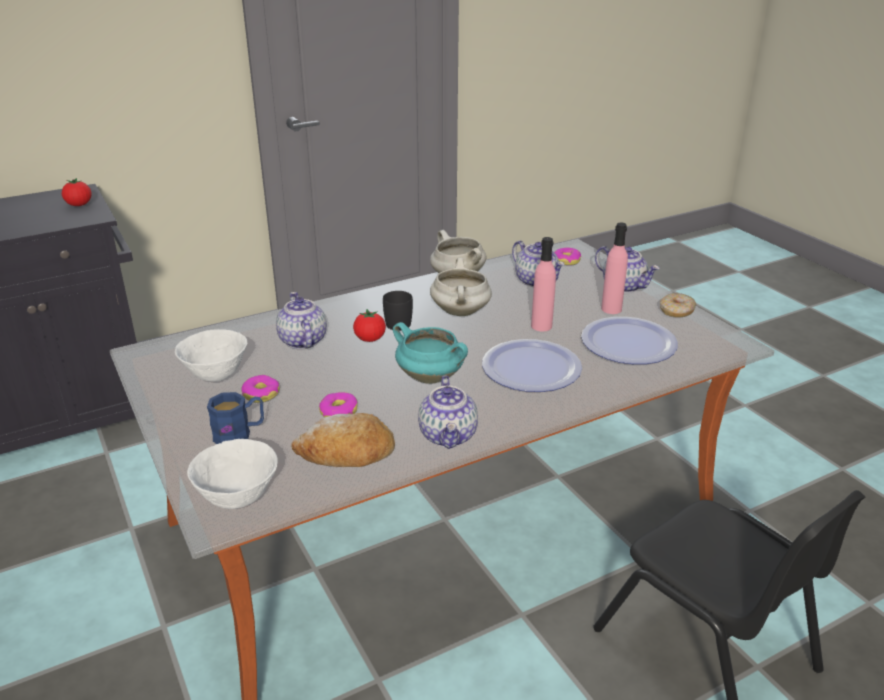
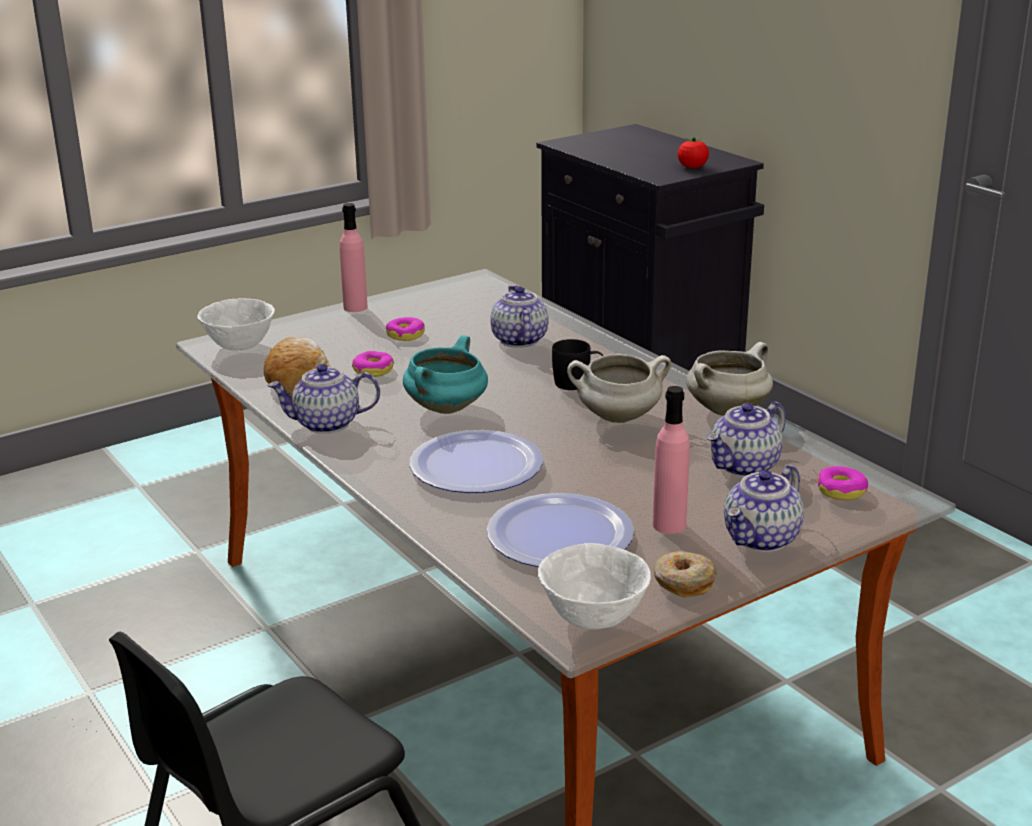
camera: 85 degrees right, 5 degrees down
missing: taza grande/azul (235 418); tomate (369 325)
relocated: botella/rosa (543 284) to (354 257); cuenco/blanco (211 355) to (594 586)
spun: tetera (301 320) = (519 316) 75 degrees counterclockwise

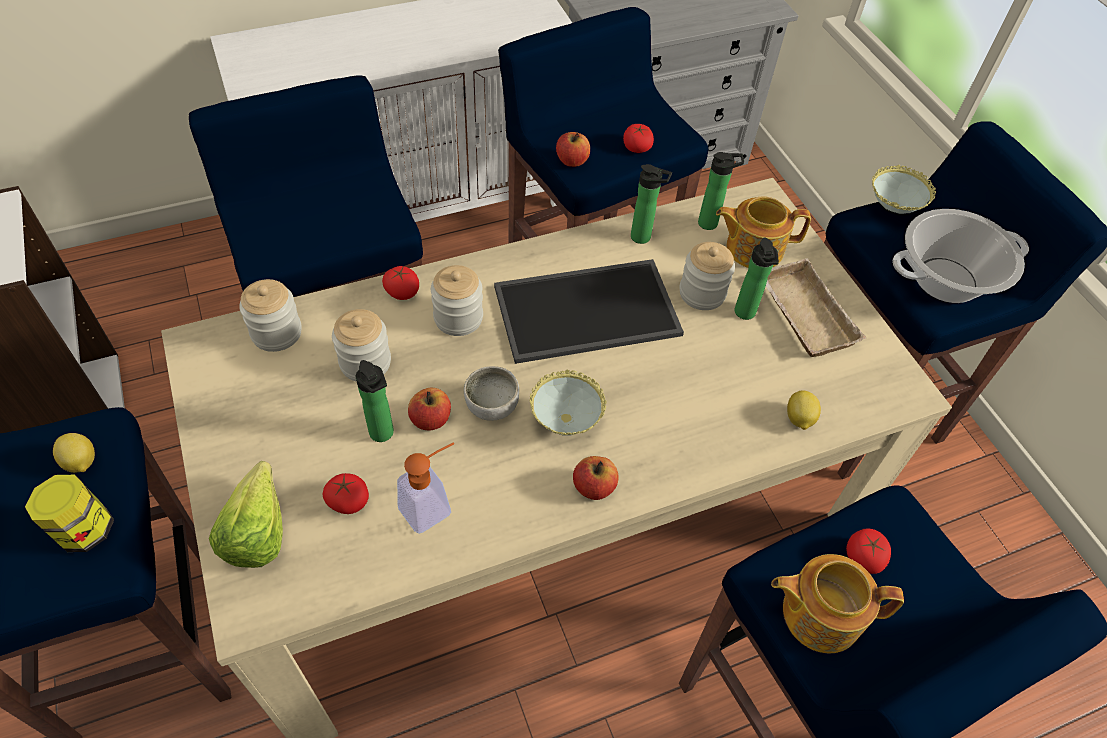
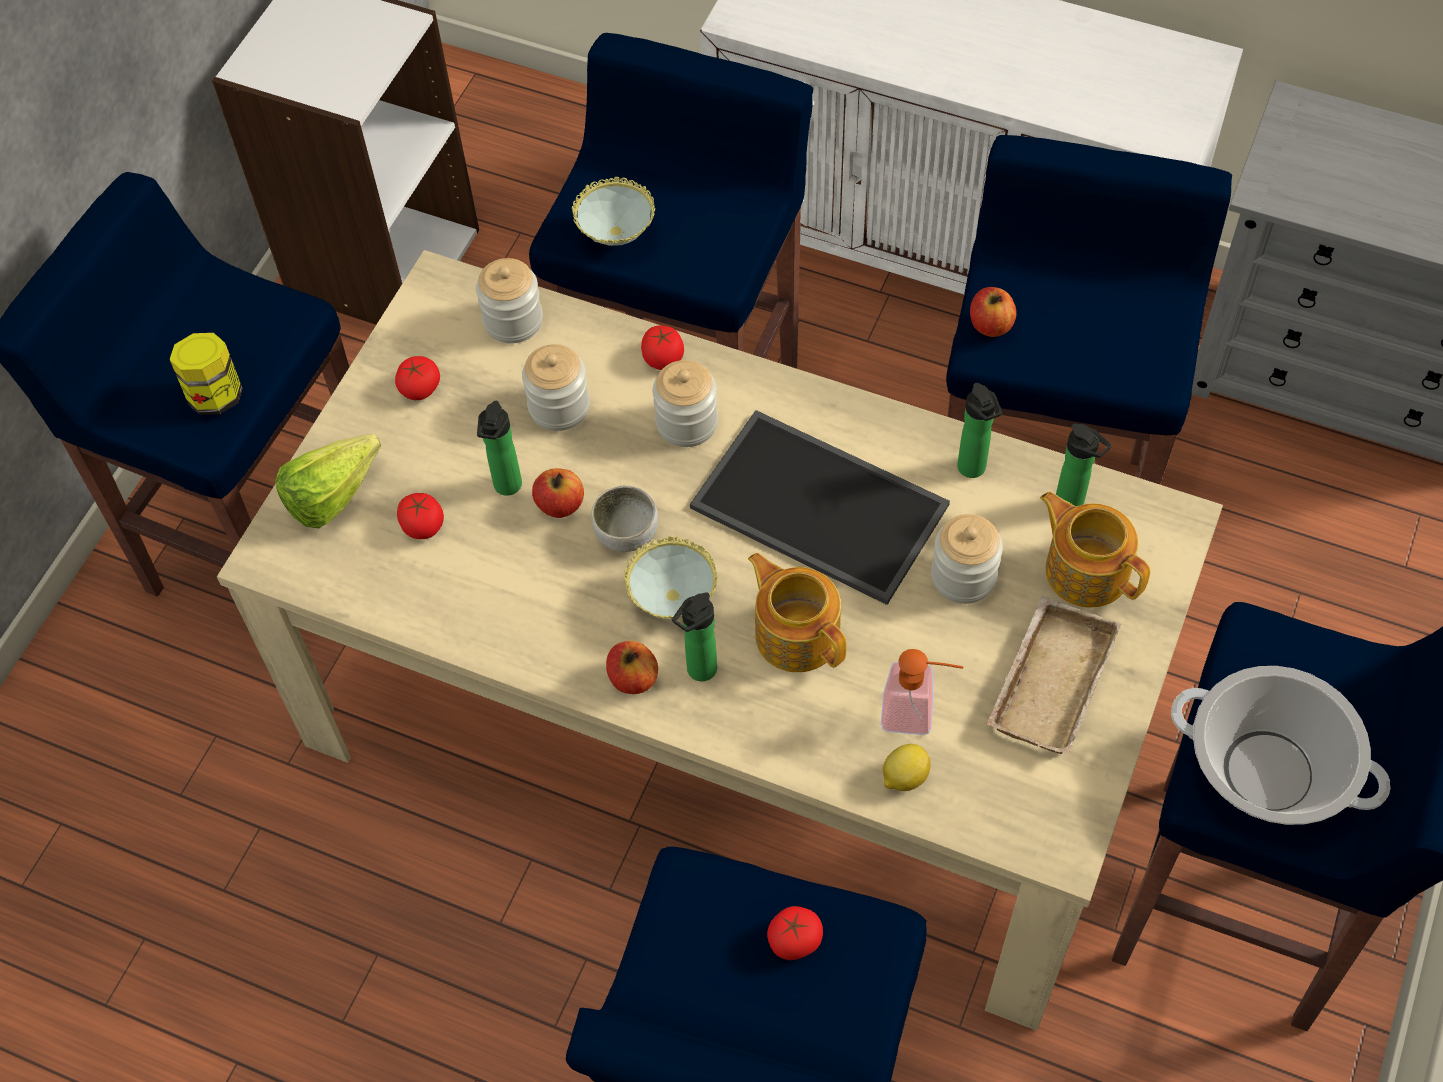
camera: 50 degrees right, 5 degrees up
missing: limón (74 453)
relocated: tomate (638 138) to (417 378); cuenco (904 189) to (613 211); botella (757 278) to (694 636); tetera (837 603) to (797 612); dispensador de jabón (425 488) to (922 692)

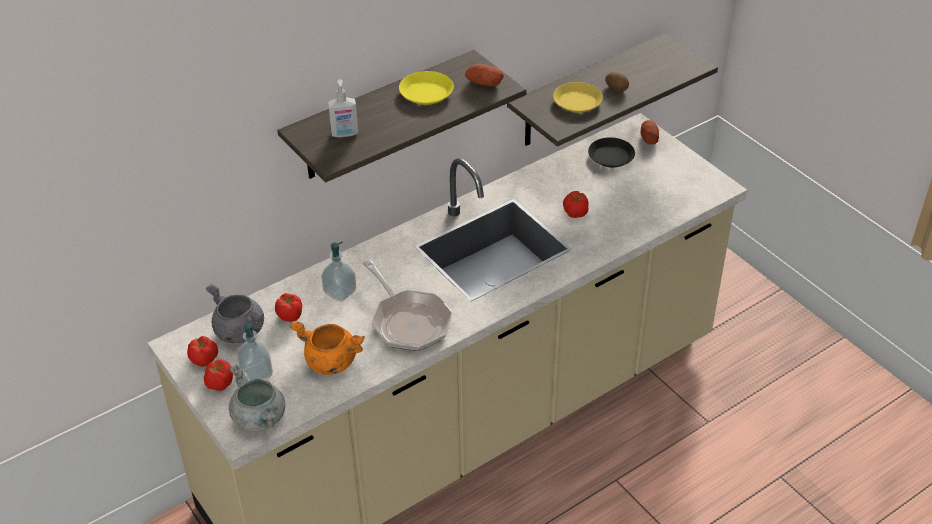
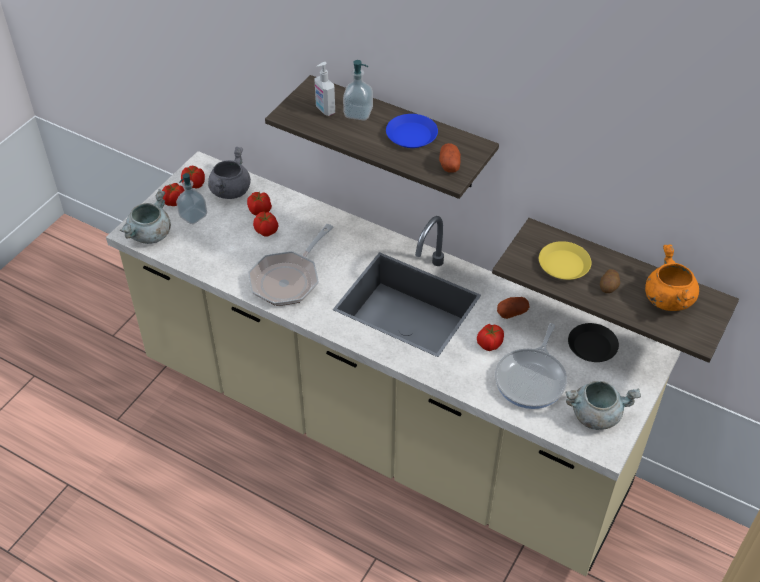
camera: 65 degrees right, 5 degrees up
appeared: tomate (265 224); sartén (531 366); olla/gris (603 405)
relocated: dispensador de jabón (338 272) to (358 90); patata (650 132) to (513 308); olla/naranja (327 348) to (672 277)
colour: plato/amarillo (426 88) to plato/azul (412 131)

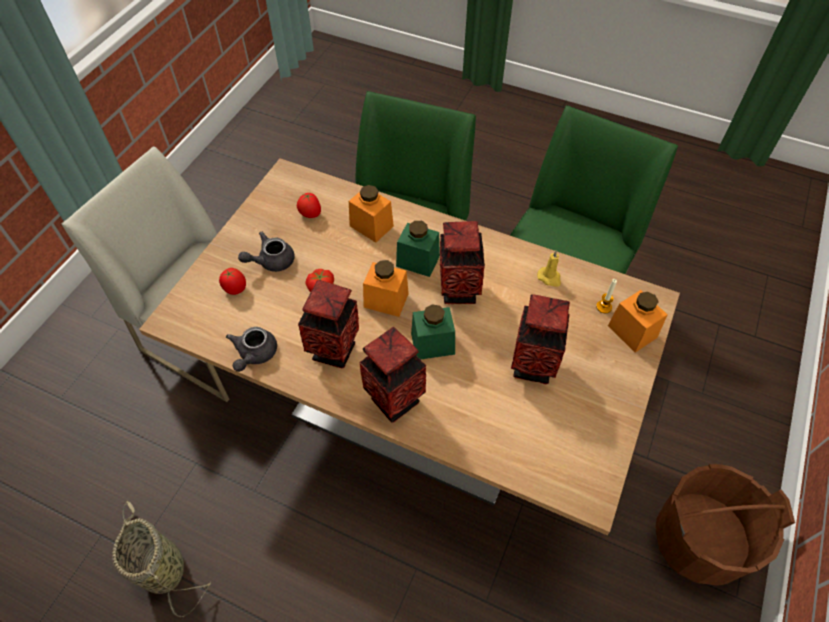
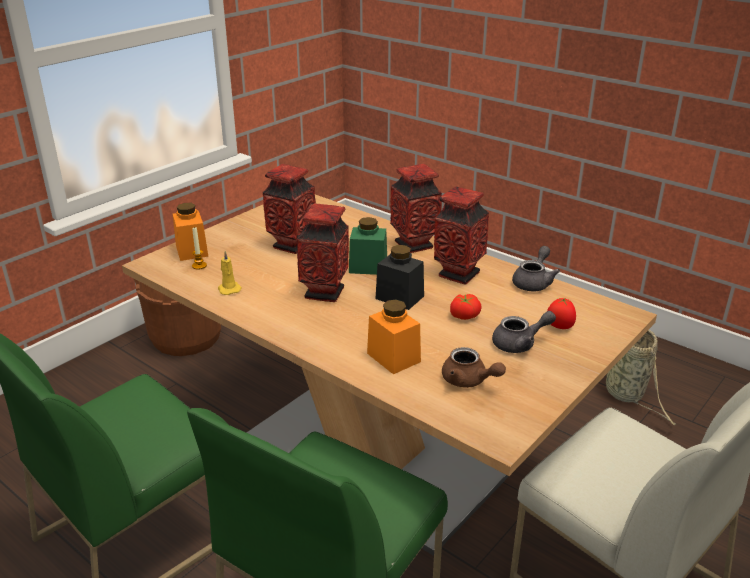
camera: 165 degrees left, 25 degrees down
missing: tarro/verde (418 249)
exchanged: tomate (309 205) to tetera/marrón (474 367)
colour: tarro/naranja (386 288) to tarro/negro (399 277)

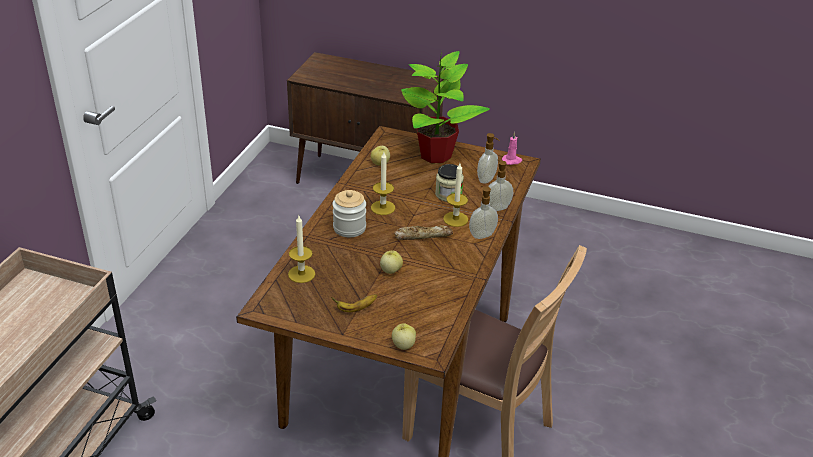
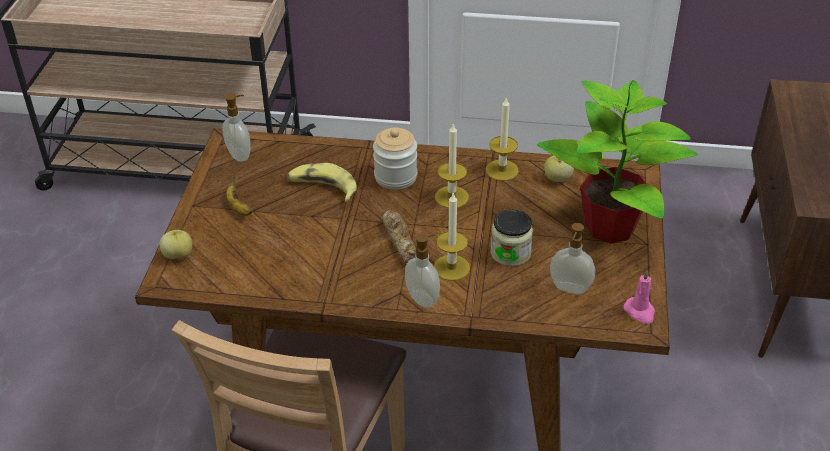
camera: 80 degrees right, 5 degrees up
missing: manzana (391 262)
appeared: plátano (322 182)
relocated: dispensador de jabón (500 185) to (236 128); vela (301 249) to (502 138)

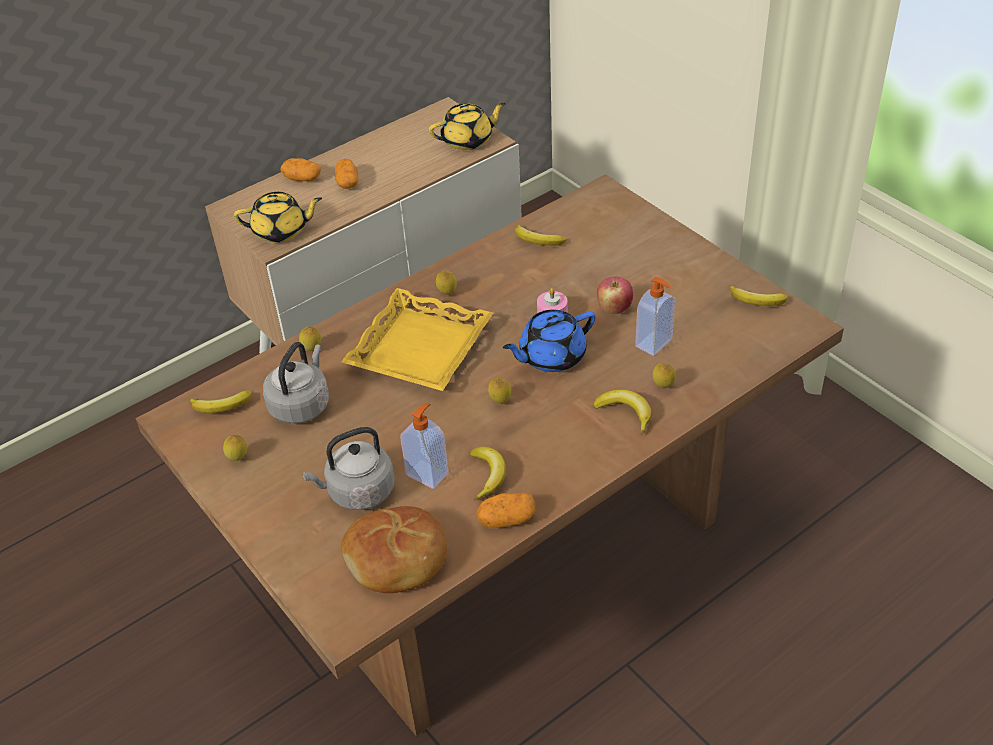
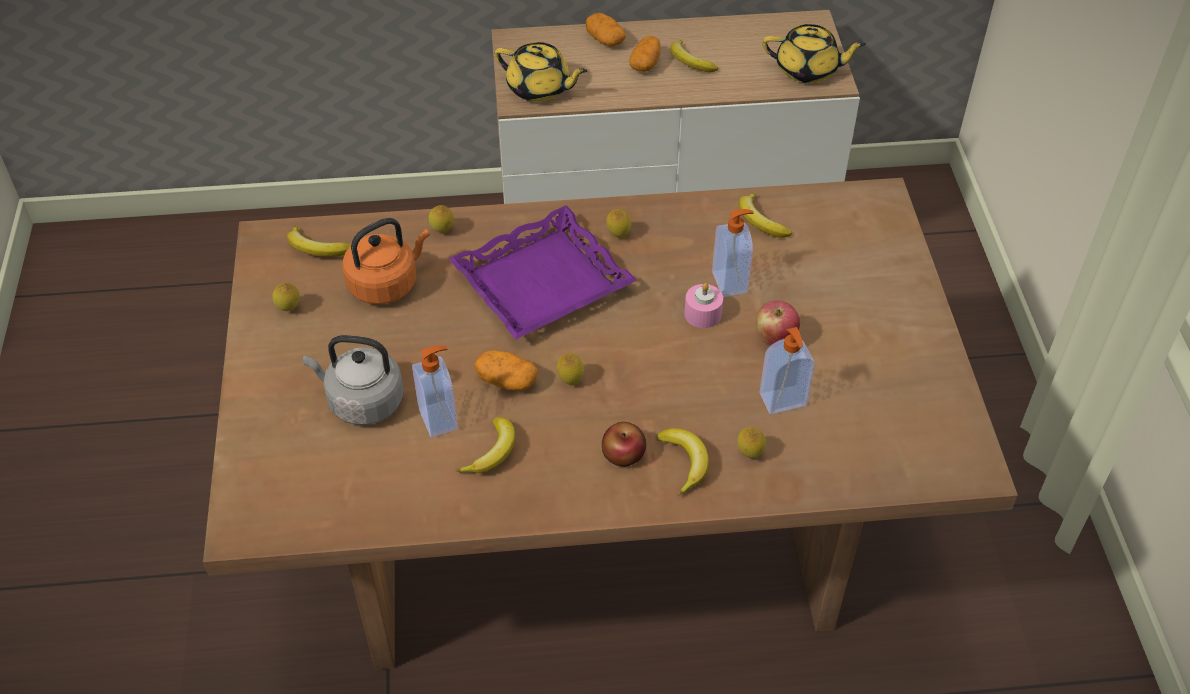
camera: 30 degrees right, 5 degrees up
missing: pan (394 549); tetera/azul (549 341)
appeared: manzana (624 444); dispensador de jabón (733 253)
relocated: patata (506 510) to (506 370); plátano (758 295) to (694 56)
colour: hervidor/gris (296 383) to hervidor/naranja (386 261); bandeja/amarillo (417 339) to bandeja/morado (542 272)

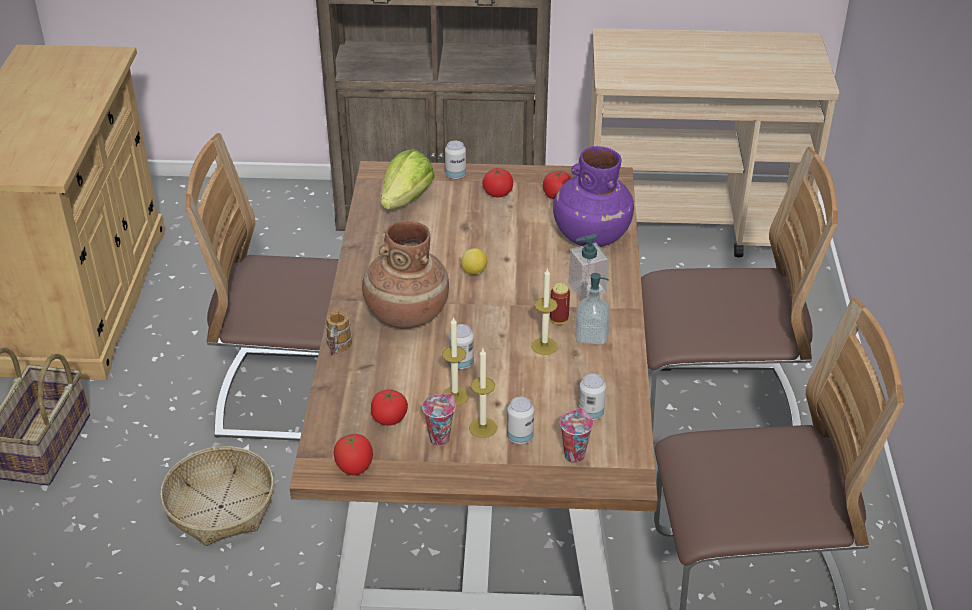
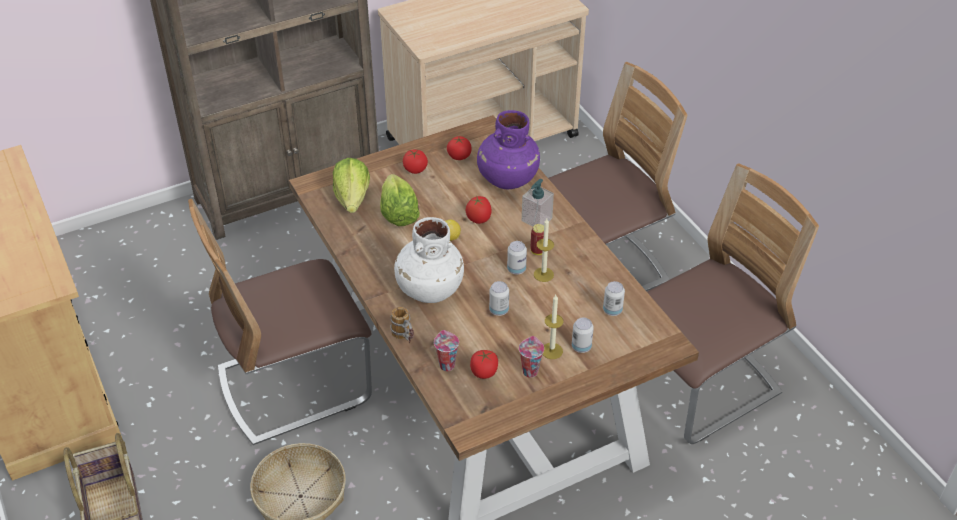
camera: 30 degrees left, 5 degrees up
missing: vela (455 361); dispensador de jabón (592 309)
appeared: lechuga (400 200)
relocated: taza (576 435) to (446 350); tomate (353 454) to (479 209); lata (455 160) to (517 258)
colour: florero/marrón (405 274) to florero/blanco (429 260)

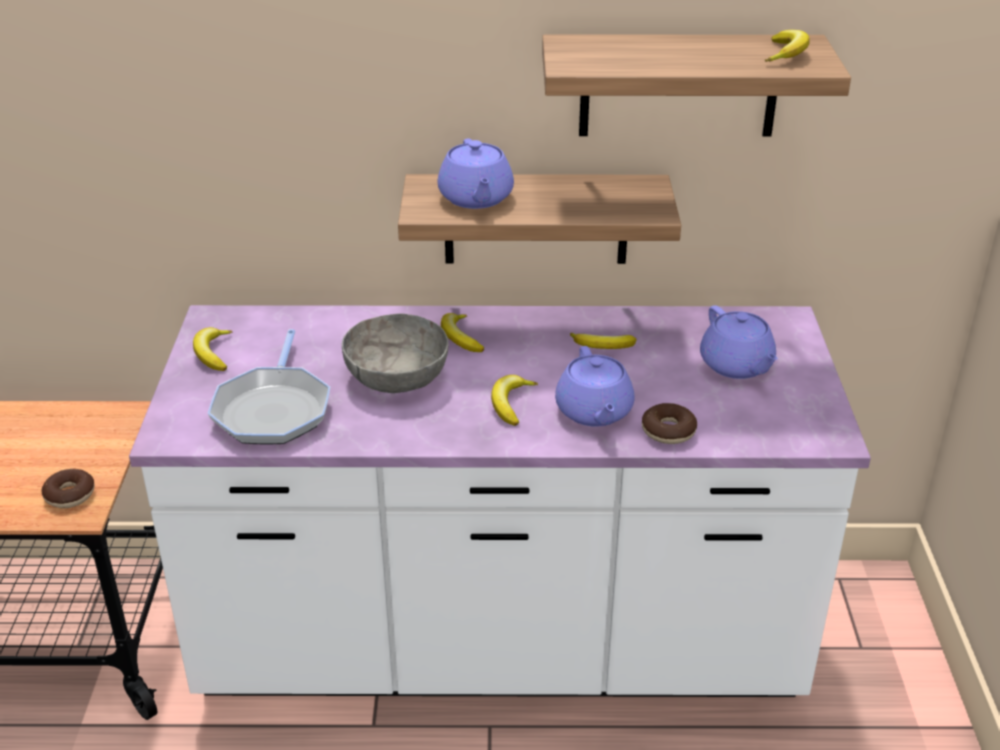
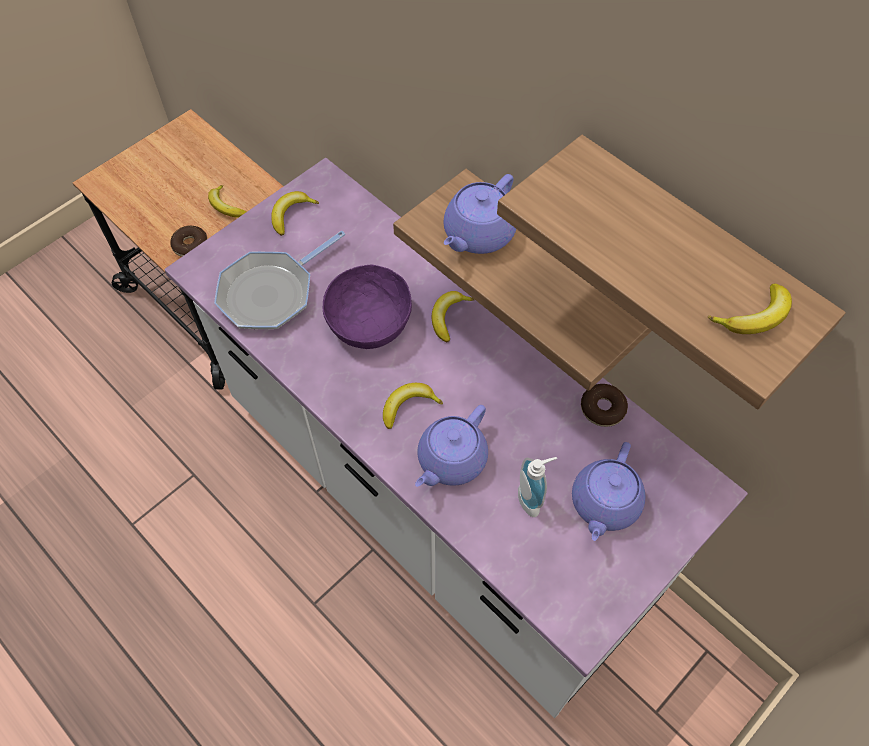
camera: 45 degrees right, 25 degrees up
appeared: dispensador de jabón (537 487)
relocated: plátano (603 341) to (227 201); rosquilla (669 423) to (604 405)
colour: cuenco/gris (395 353) to cuenco/morado (367 306)

